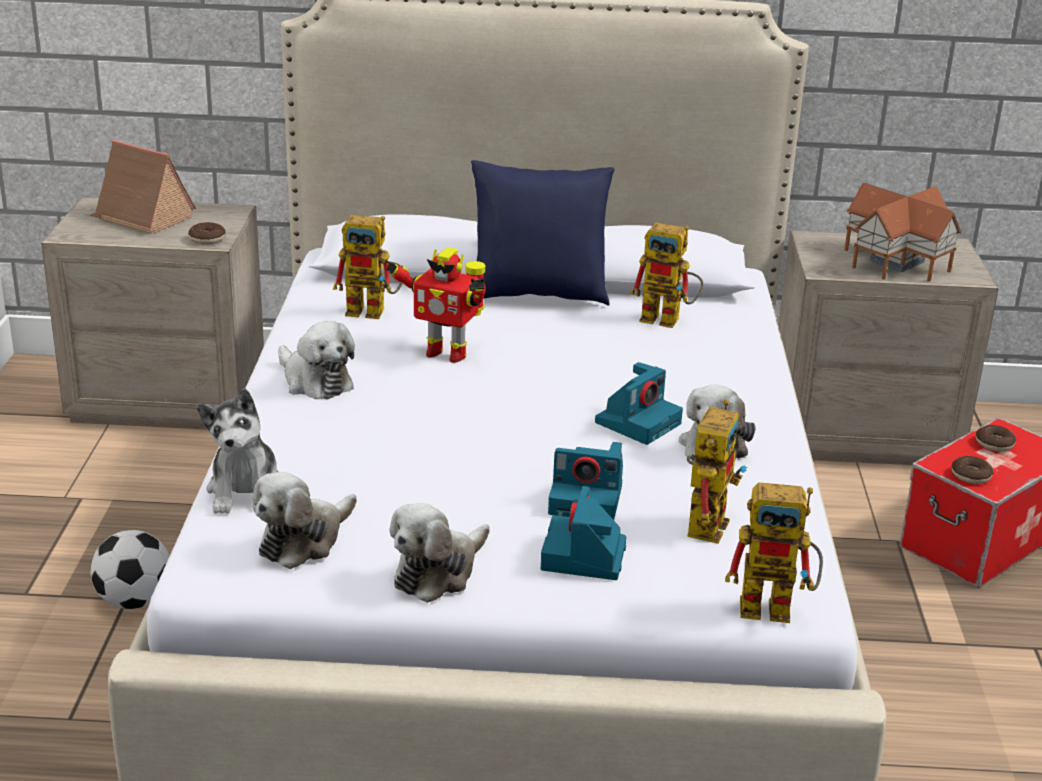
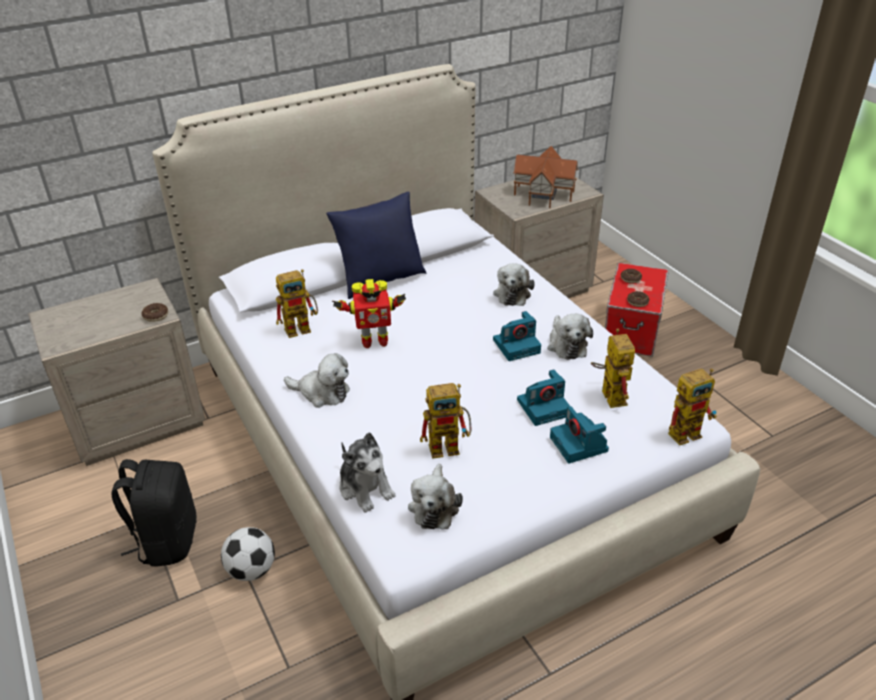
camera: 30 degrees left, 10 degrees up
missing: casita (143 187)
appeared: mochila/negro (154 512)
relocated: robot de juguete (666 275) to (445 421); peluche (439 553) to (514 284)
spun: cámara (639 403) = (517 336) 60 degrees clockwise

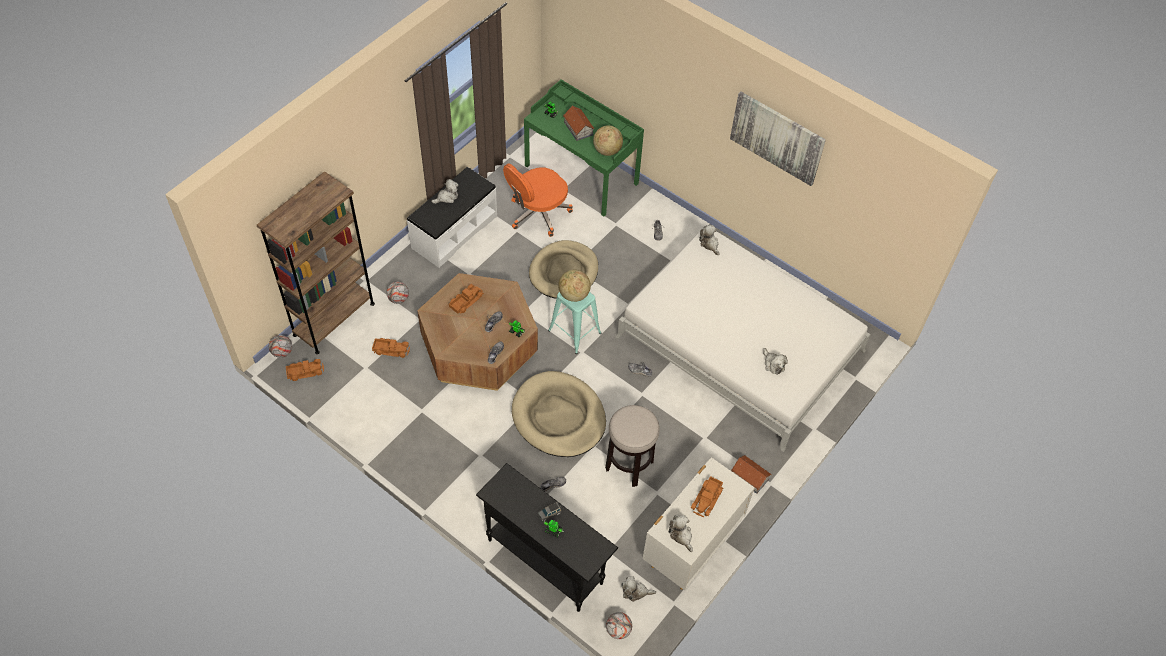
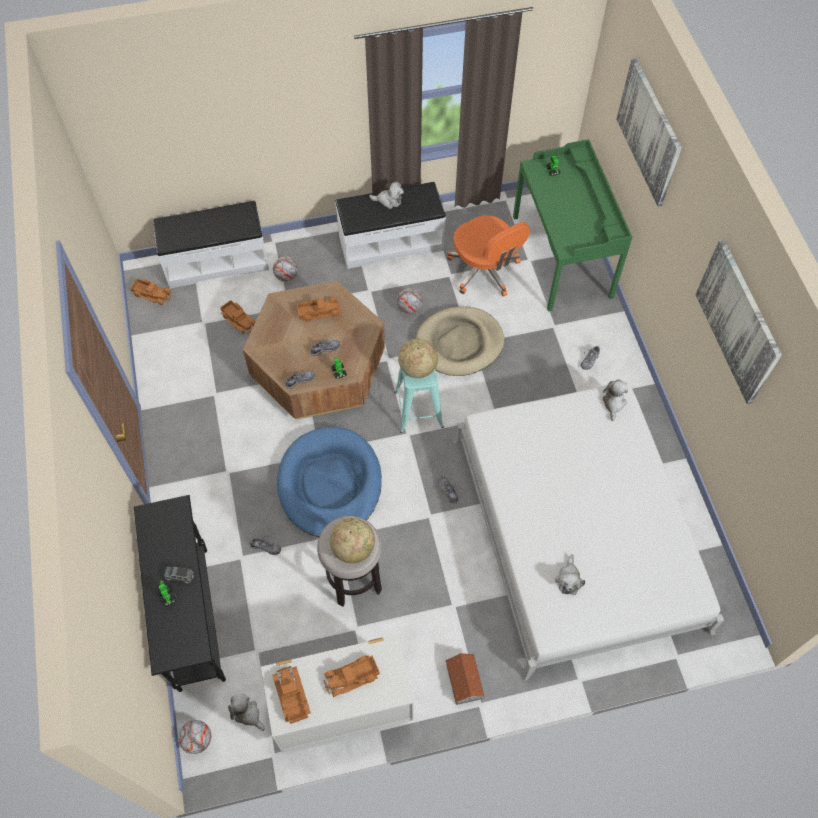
camera: 40 degrees right, 5 degrees up
missing: casita (578 123)
appeared: cuadro (649 132)
relocated: globo terráqueo (608 140) to (352 540); balón de fútbol (280 346) to (410 301)
exchanged: estantería/marrón (316 262) to banco/blanco (211 245); peluche (681 533) to camión de juguete (291 695)
colour: cama para perro/beis (559 414) to cama para perro/azul (329 482)
spun: silla de oficina/naranja (538 200) = (488 255) 120 degrees counterclockwise

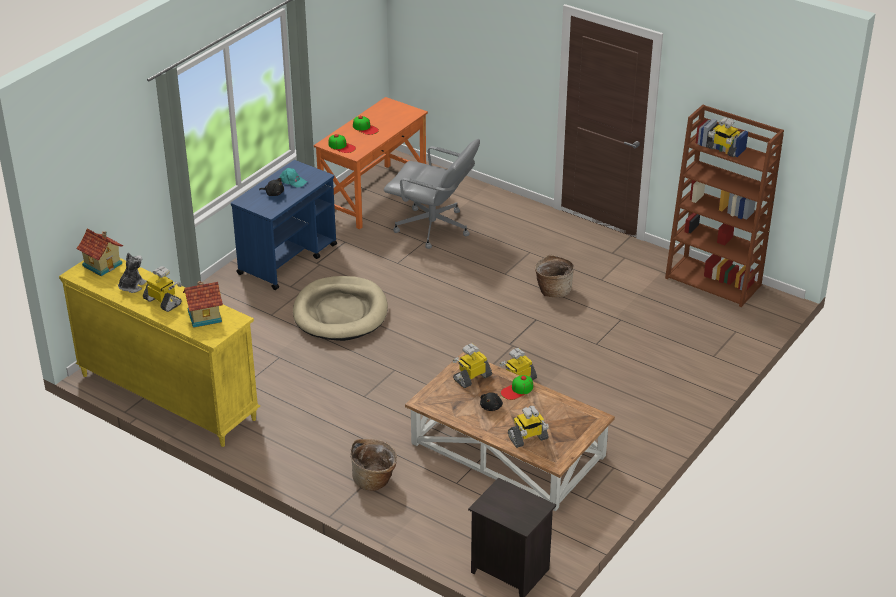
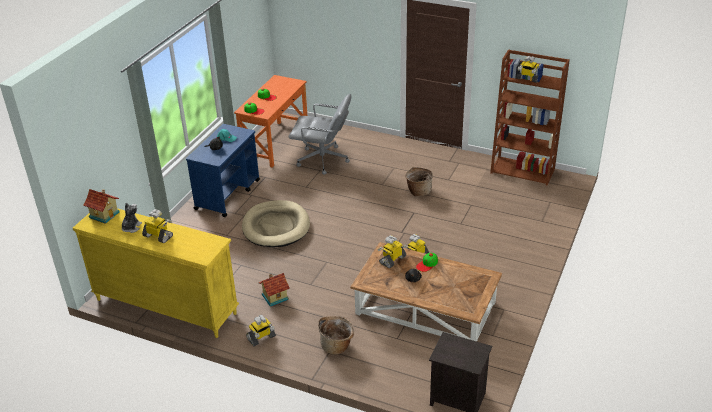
camera: 10 degrees left, 0 degrees up
relocated: robot de juguete (528 427) to (261 330); casita (203 304) to (274 290)

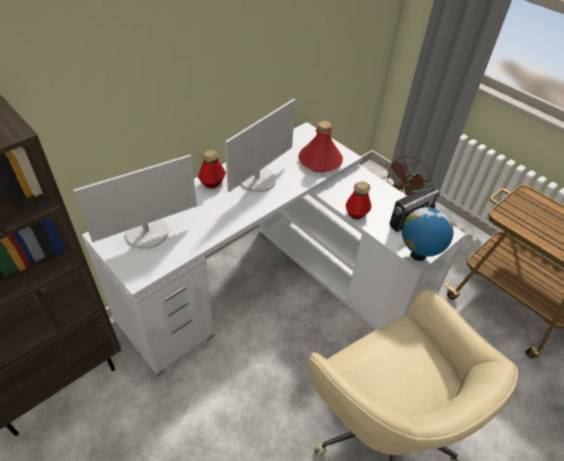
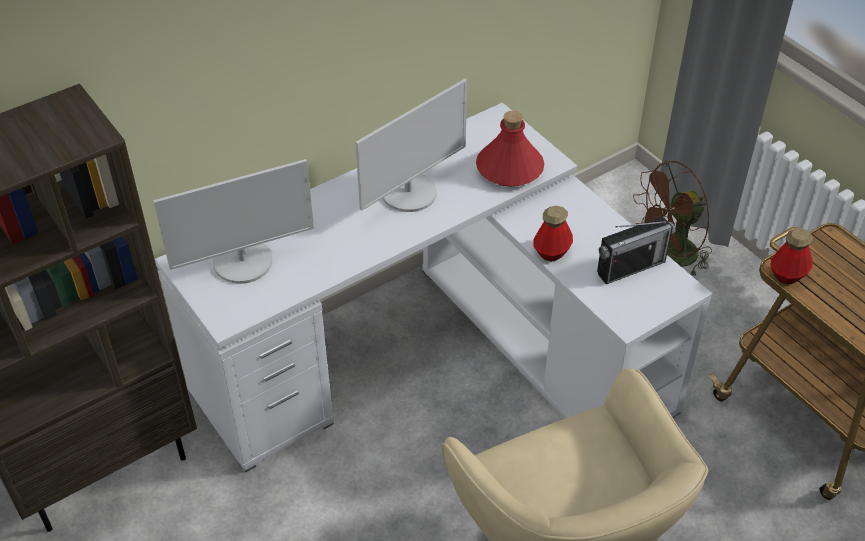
camera: 10 degrees right, 0 degrees up
missing: globo terráqueo (428 232)
relocated: botella (212 169) to (791 256)

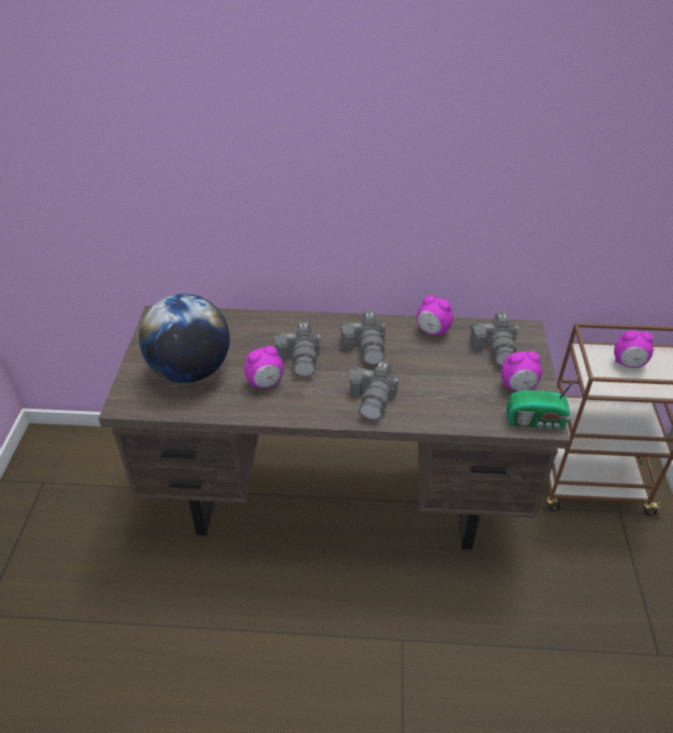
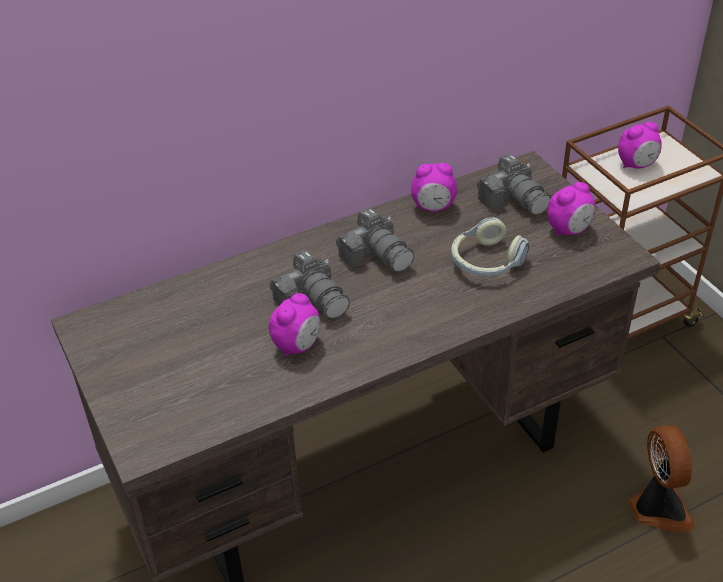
camera: 30 degrees left, 0 degrees up
missing: globo terráqueo (184 338); cámara (374 390); radio (543 401)
appeared: auriculares (490 246); ventilador (661 479)

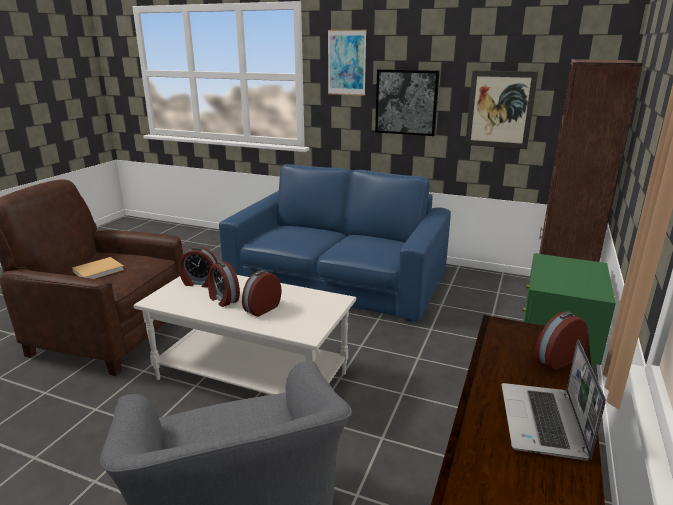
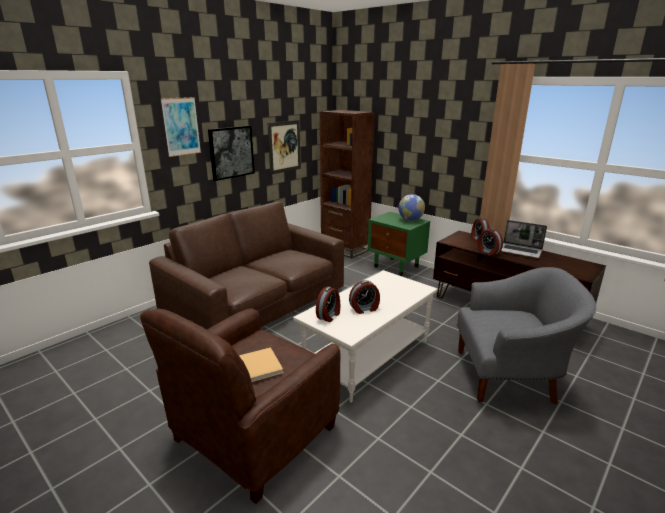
camera: 70 degrees left, 0 degrees up
appeared: globo terráqueo (411 207)
relocated: despertador (262 293) to (490 242)
colour: sofá/azul (335 243) to sofá/marrón (246 265)

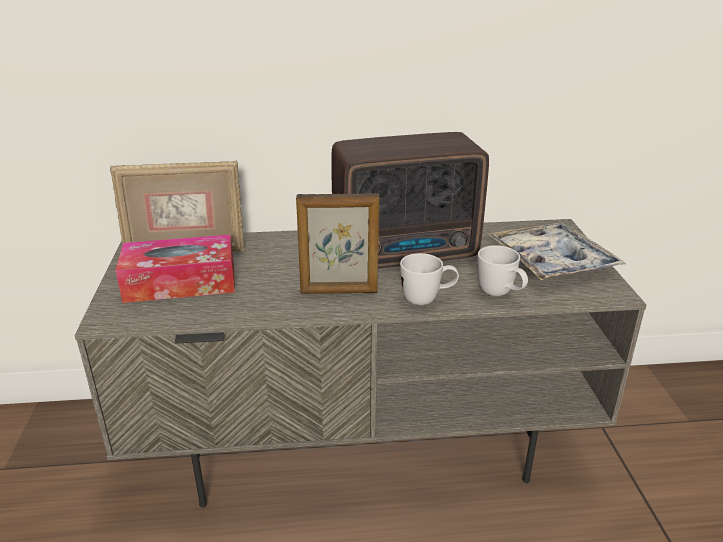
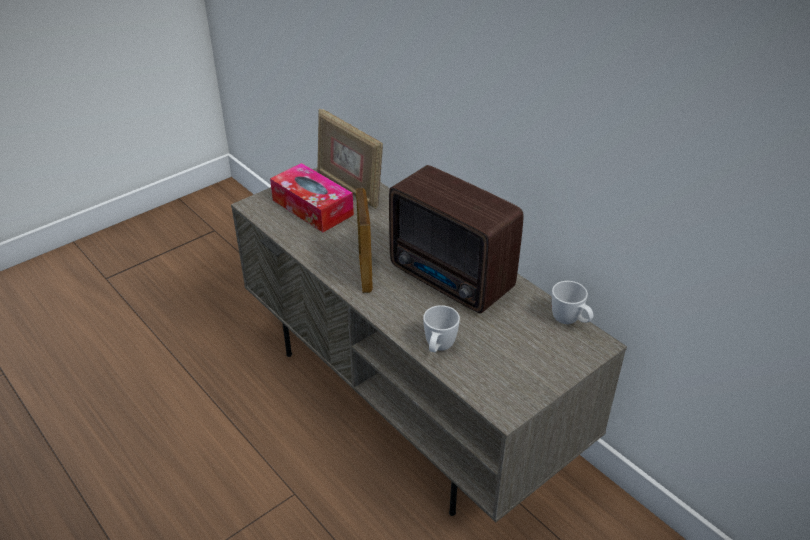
camera: 55 degrees right, 10 degrees up
missing: bandeja (557 251)
relocated: taza grande/blanco (429 279) to (573 302)
spun: portarretratos (337 243) = (364 240) 150 degrees counterclockwise

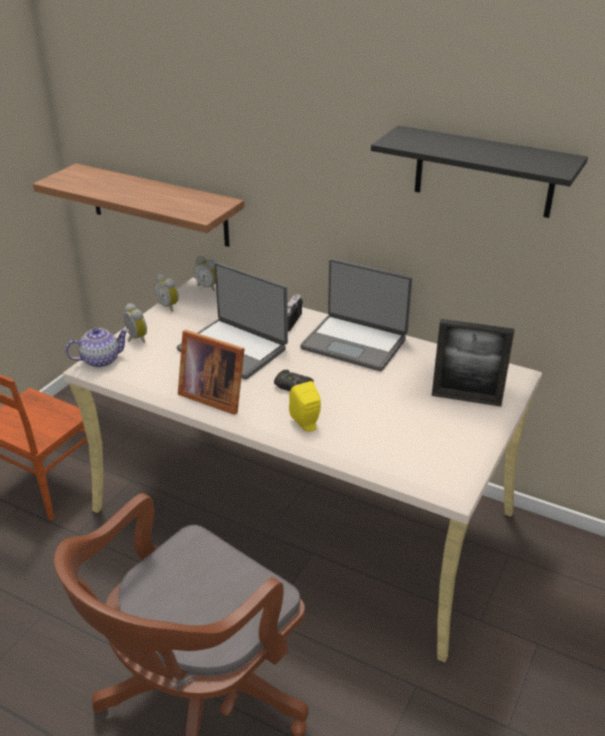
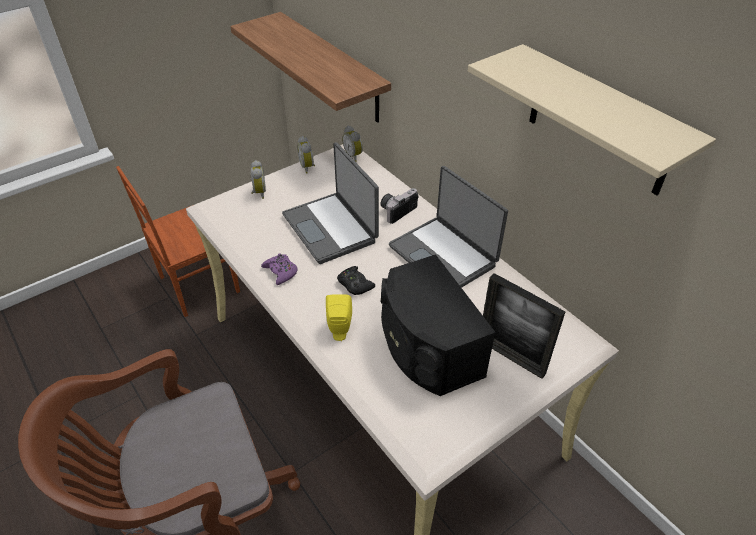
camera: 25 degrees right, 10 degrees up
missing: tetera (97 348)
appeared: altavoz/negro (438 325)
exchanged: portarretratos (211 372) to mando de consola/morado (279 269)
colour: estante/negro (479 172) to estante/beis (592 119)

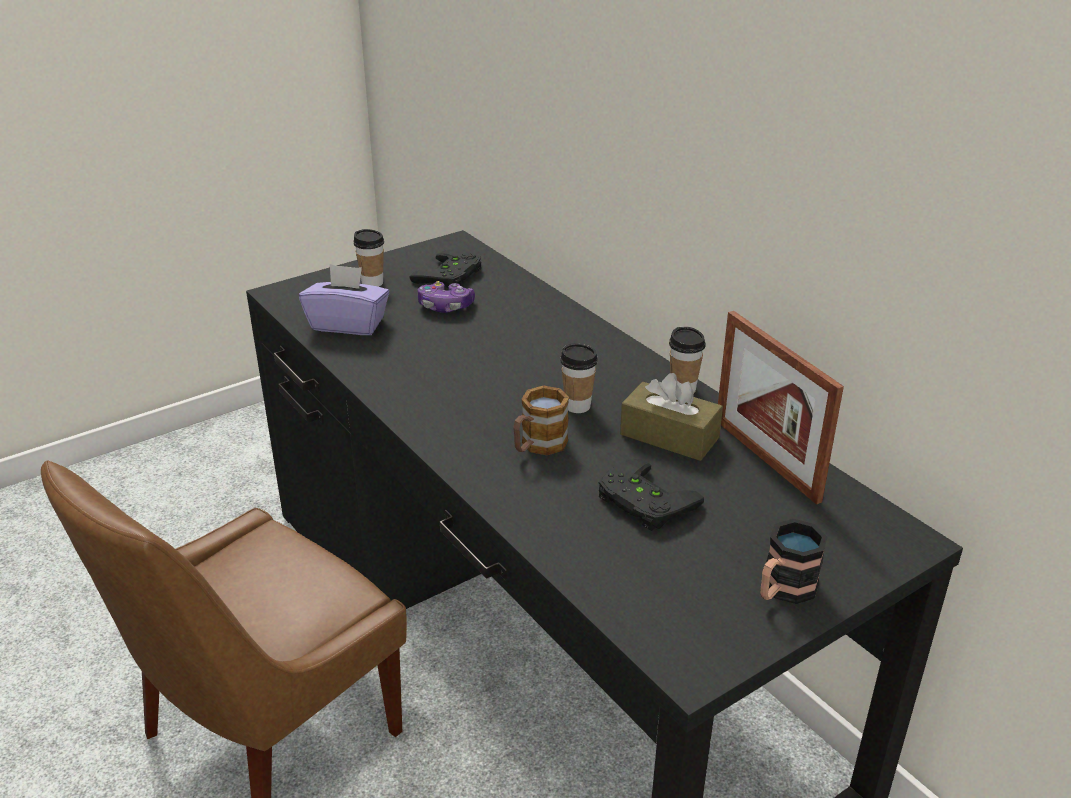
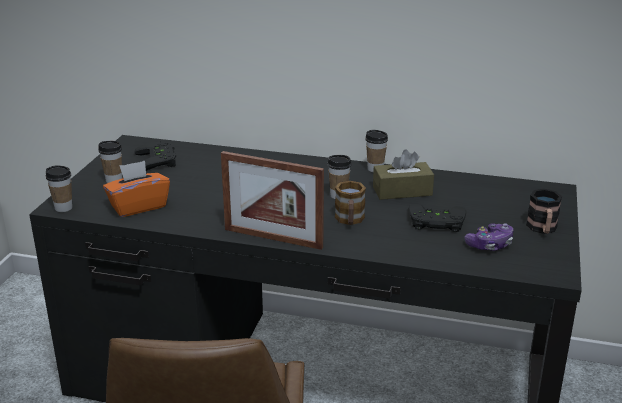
camera: 40 degrees left, 5 degrees down
appeared: taza (59 188)
relocated: portarretratos (781 408) to (272 200); mando de consola (446 297) to (489 237)
colour: caja de pañuelos/morado (344 299) to caja de pañuelos/naranja (136 189)

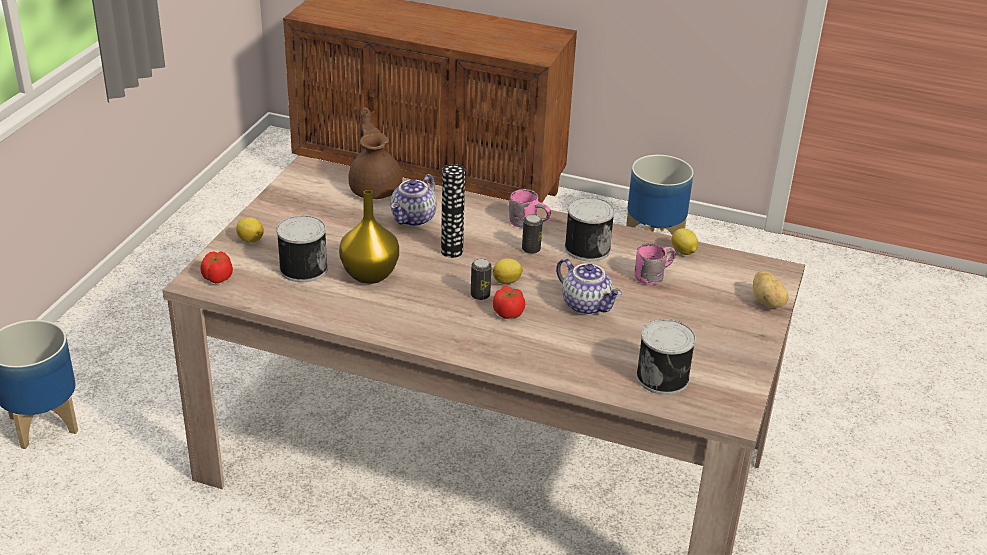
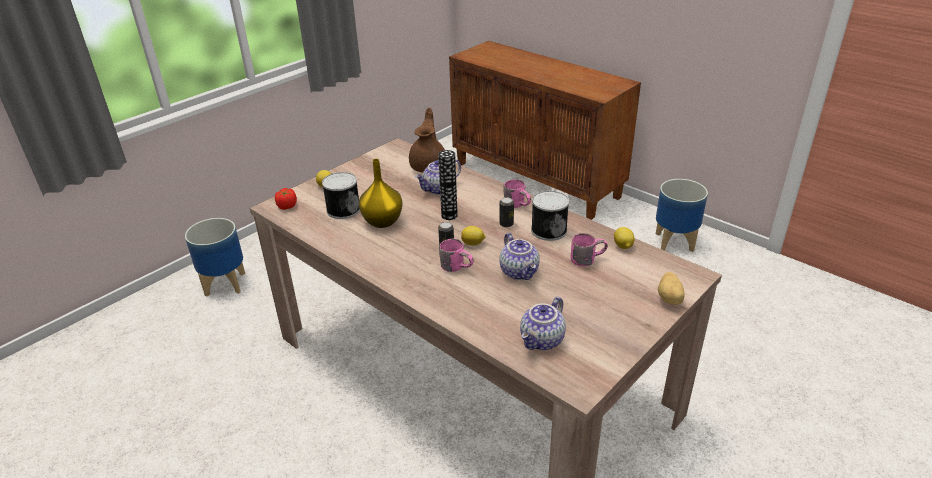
camera: 25 degrees right, 0 degrees up
exchanged: tomate (509 302) to taza grande/rosa (456 255); lata (666 357) to tetera (543 323)

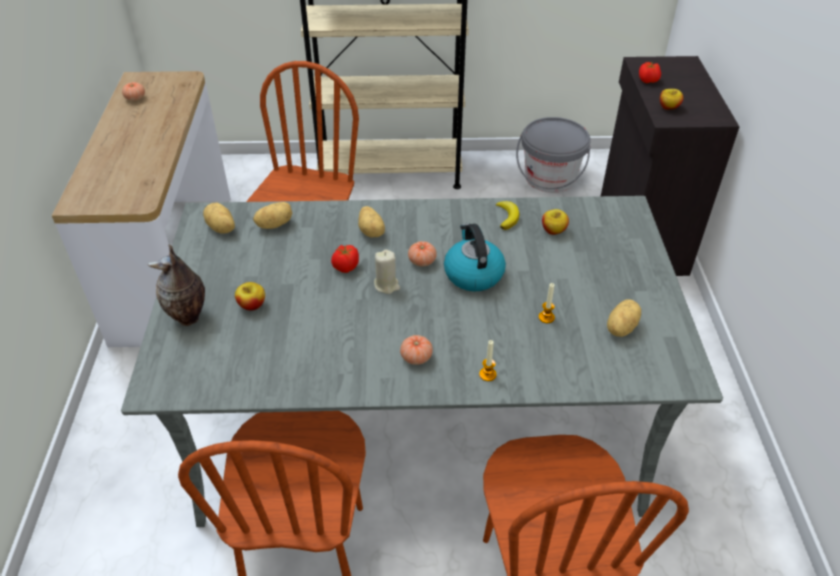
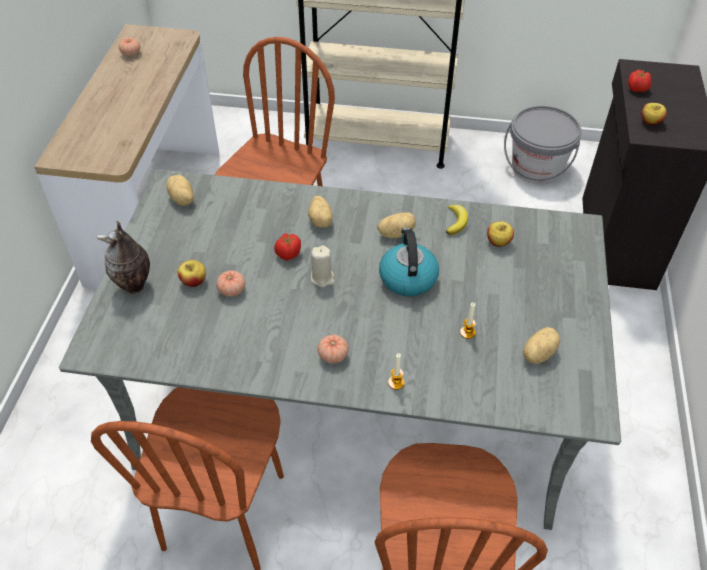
camera: 10 degrees right, 5 degrees up
relocated: tomate (422 254) to (230 283); patata (272 215) to (396 225)

